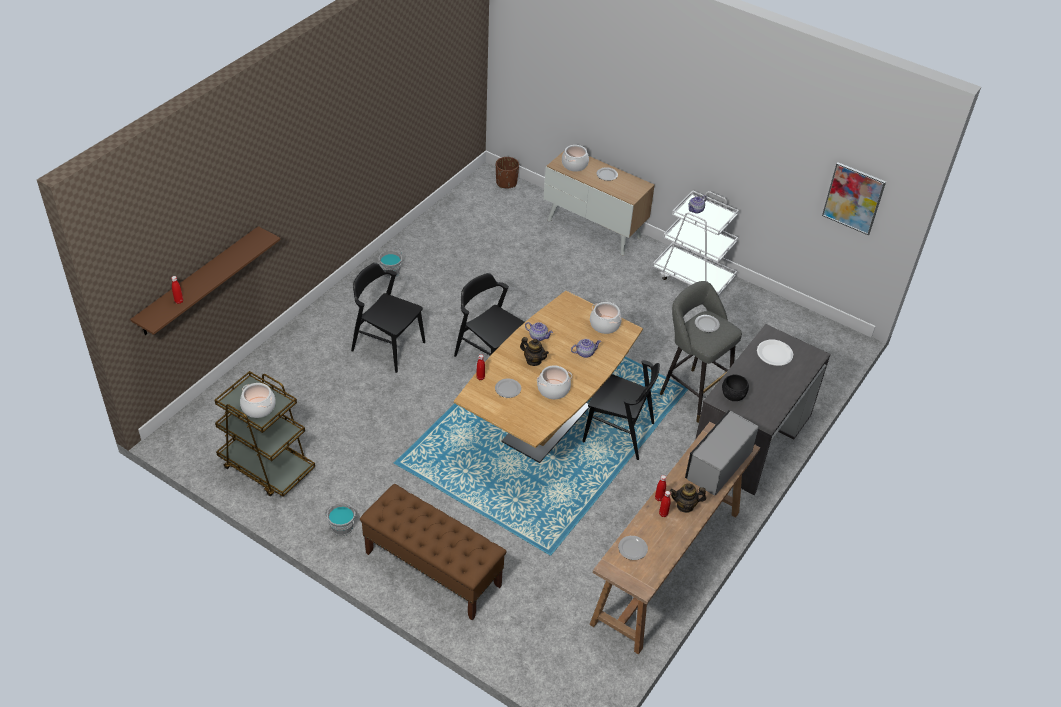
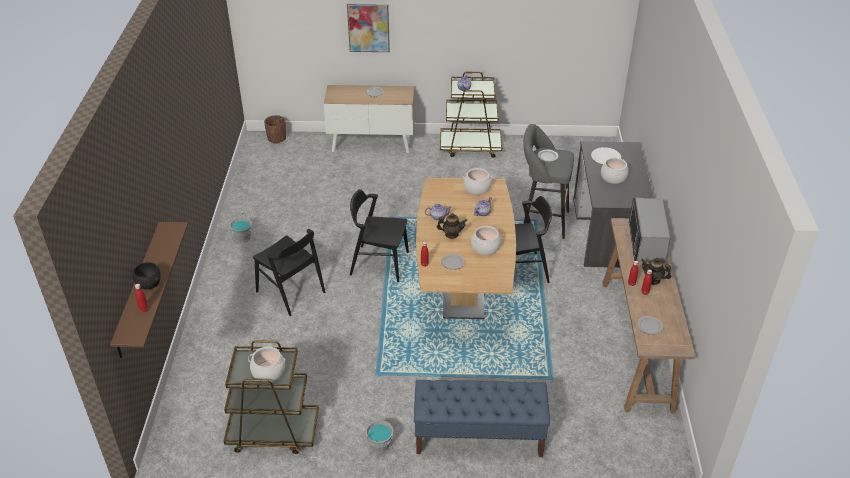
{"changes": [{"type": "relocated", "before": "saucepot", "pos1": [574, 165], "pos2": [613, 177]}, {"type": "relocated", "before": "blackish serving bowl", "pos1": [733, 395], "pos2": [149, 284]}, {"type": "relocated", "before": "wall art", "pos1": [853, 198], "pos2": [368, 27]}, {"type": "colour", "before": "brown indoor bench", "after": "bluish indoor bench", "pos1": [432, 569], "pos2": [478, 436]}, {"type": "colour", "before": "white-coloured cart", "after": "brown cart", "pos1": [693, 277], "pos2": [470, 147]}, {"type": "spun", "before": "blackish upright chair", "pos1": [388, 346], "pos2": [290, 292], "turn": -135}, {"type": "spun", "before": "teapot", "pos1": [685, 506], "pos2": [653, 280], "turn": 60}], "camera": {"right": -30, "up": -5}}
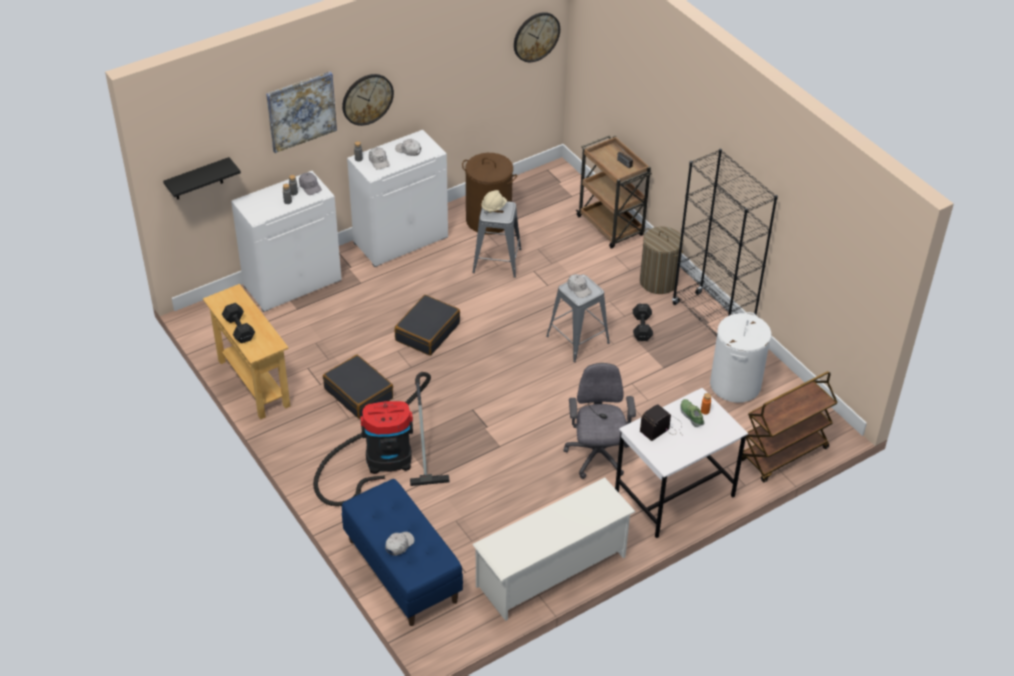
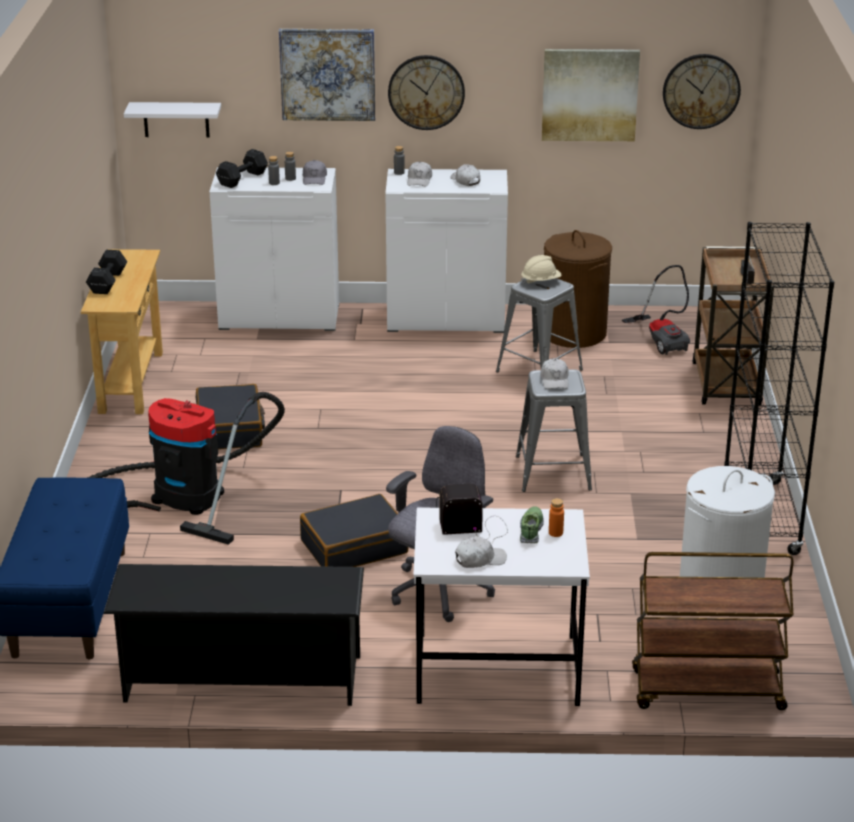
{"changes": [{"type": "missing", "before": "washing basket", "pos1": [658, 281]}, {"type": "appeared", "after": "wall art", "pos2": [589, 94]}, {"type": "appeared", "after": "vacuum cleaner", "pos2": [662, 339]}, {"type": "relocated", "before": "white-coloured baseball cap", "pos1": [399, 545], "pos2": [480, 559]}, {"type": "relocated", "before": "blackish piece of luggage", "pos1": [427, 332], "pos2": [354, 546]}, {"type": "relocated", "before": "blackish dumbbell", "pos1": [642, 327], "pos2": [243, 178]}, {"type": "colour", "before": "blackish wall shelf", "after": "white-coloured wall shelf", "pos1": [198, 179], "pos2": [176, 119]}, {"type": "colour", "before": "white-coloured shoe stand", "after": "blackish shoe stand", "pos1": [552, 571], "pos2": [241, 679]}], "camera": {"right": 35, "up": -15}}
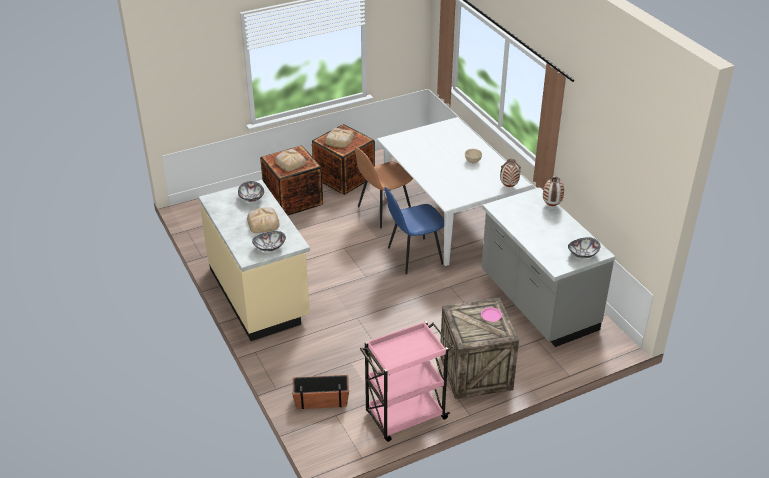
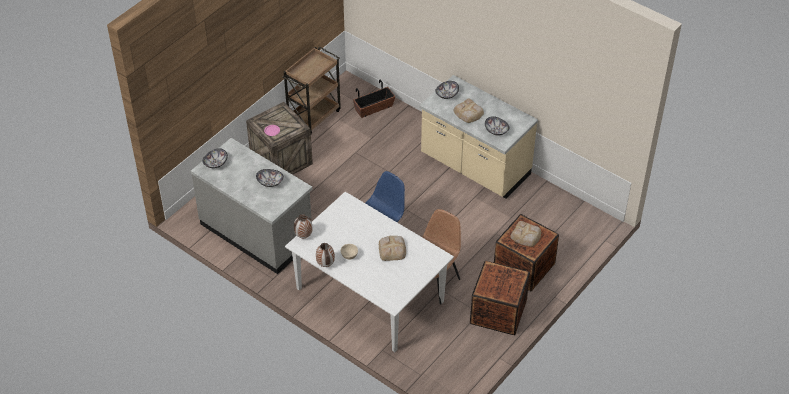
{"changes": [{"type": "appeared", "after": "serving bowl", "pos2": [270, 182]}, {"type": "relocated", "before": "bread", "pos1": [339, 140], "pos2": [392, 249]}, {"type": "relocated", "before": "vase", "pos1": [552, 205], "pos2": [325, 264]}, {"type": "colour", "before": "pink cart", "after": "brown cart", "pos1": [405, 416], "pos2": [314, 116]}], "camera": {"right": 155, "up": 10}}
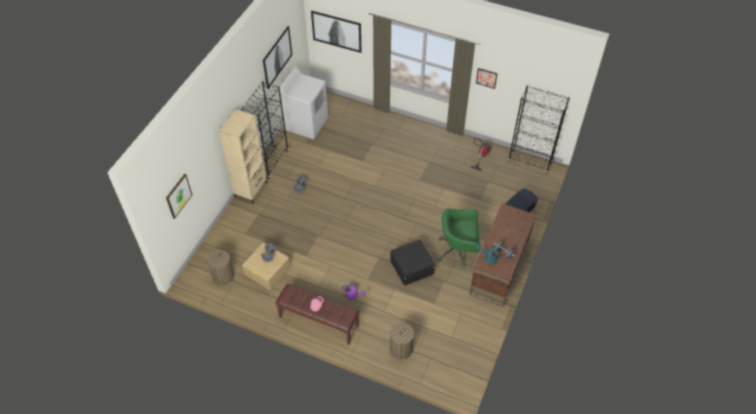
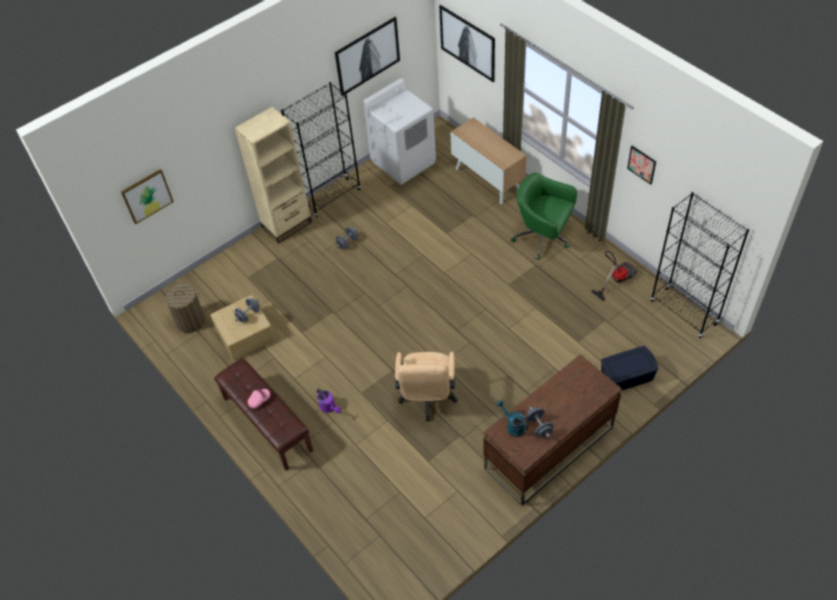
{"changes": [{"type": "missing", "before": "washing basket", "pos1": [401, 349]}, {"type": "appeared", "after": "storage cabinet", "pos2": [488, 179]}, {"type": "relocated", "before": "green-coloured computer chair", "pos1": [458, 250], "pos2": [542, 238]}, {"type": "exchanged", "before": "blackish storage bin", "after": "beige computer chair", "pos1": [411, 267], "pos2": [427, 399]}], "camera": {"right": 30, "up": 0}}
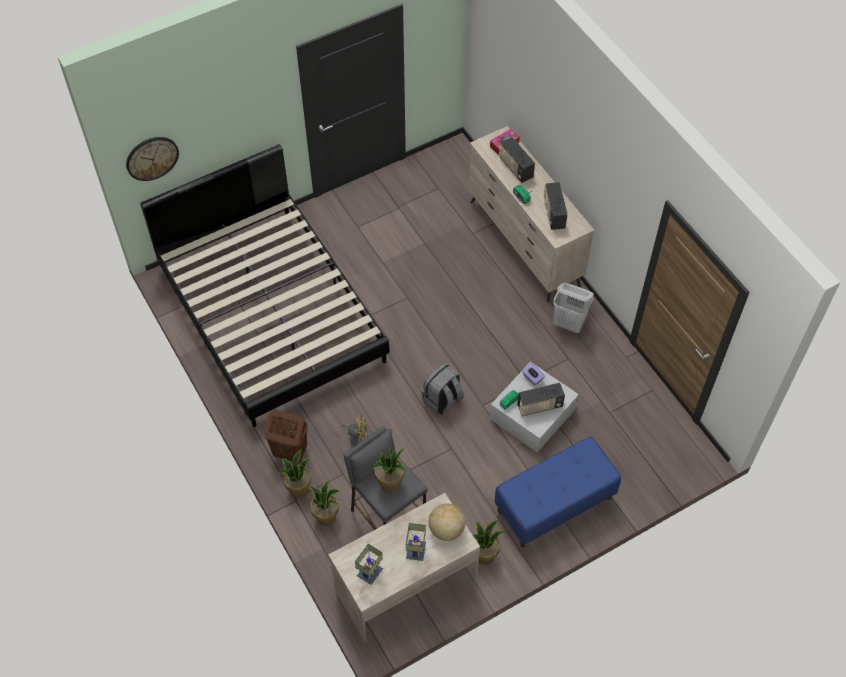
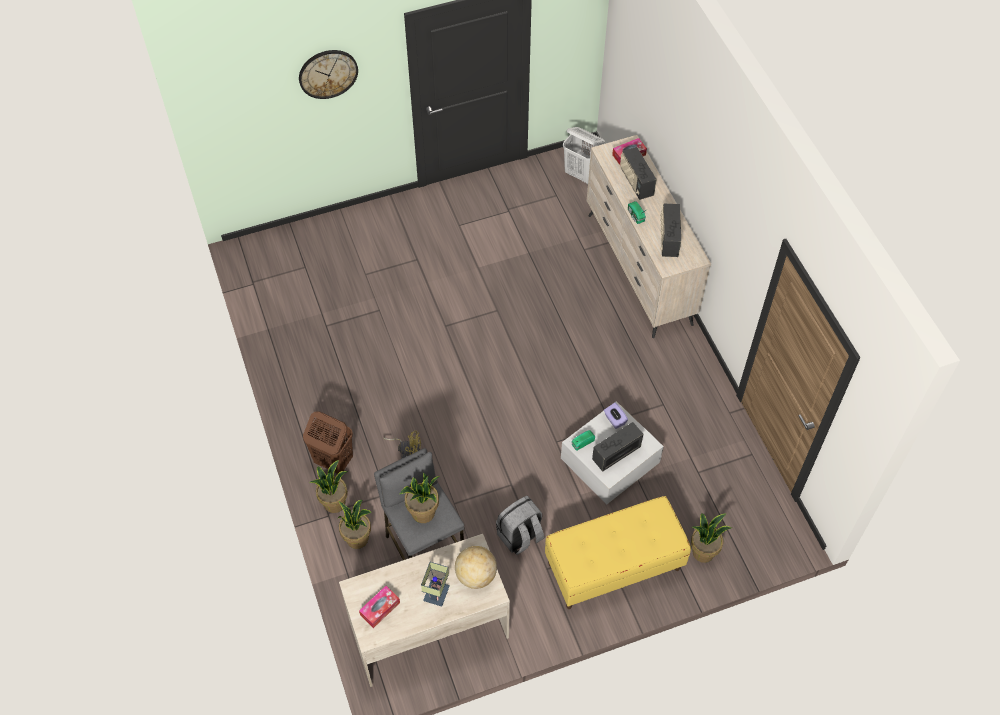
{"changes": [{"type": "missing", "before": "blackish bed", "pos1": [272, 313]}, {"type": "relocated", "before": "wall clock", "pos1": [152, 158], "pos2": [328, 73]}, {"type": "relocated", "before": "grey knapsack", "pos1": [442, 401], "pos2": [520, 537]}, {"type": "relocated", "before": "houseplant", "pos1": [484, 555], "pos2": [703, 552]}, {"type": "relocated", "before": "white-coloured washing basket", "pos1": [569, 324], "pos2": [581, 174]}, {"type": "exchanged", "before": "table lamp", "after": "box of tissues", "pos1": [369, 571], "pos2": [380, 609]}, {"type": "colour", "before": "bluish indoor bench", "after": "yellow-coloured indoor bench", "pos1": [554, 505], "pos2": [614, 567]}, {"type": "spun", "before": "radio receiver", "pos1": [539, 406], "pos2": [616, 453], "turn": 150}], "camera": {"right": 10, "up": 0}}
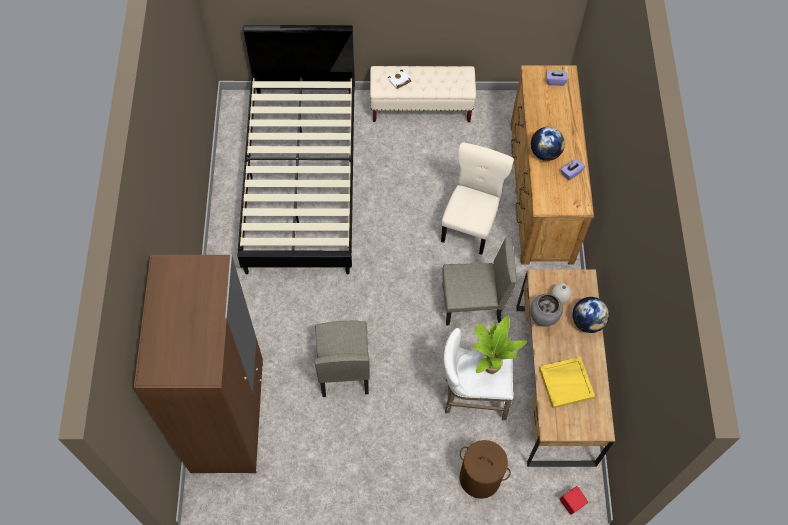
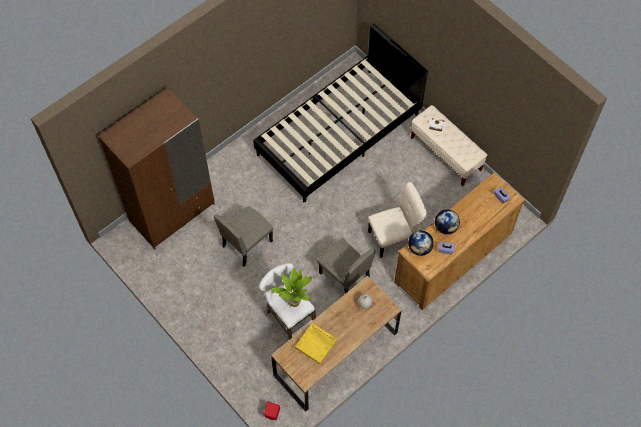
{"changes": [{"type": "missing", "before": "brown washing basket", "pos1": [479, 478]}, {"type": "missing", "before": "grey vase", "pos1": [542, 318]}, {"type": "relocated", "before": "world globe", "pos1": [587, 322], "pos2": [419, 248]}], "camera": {"right": 50, "up": 0}}
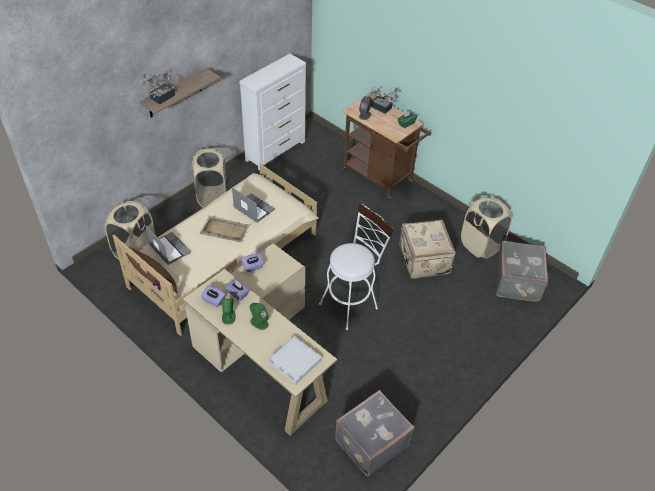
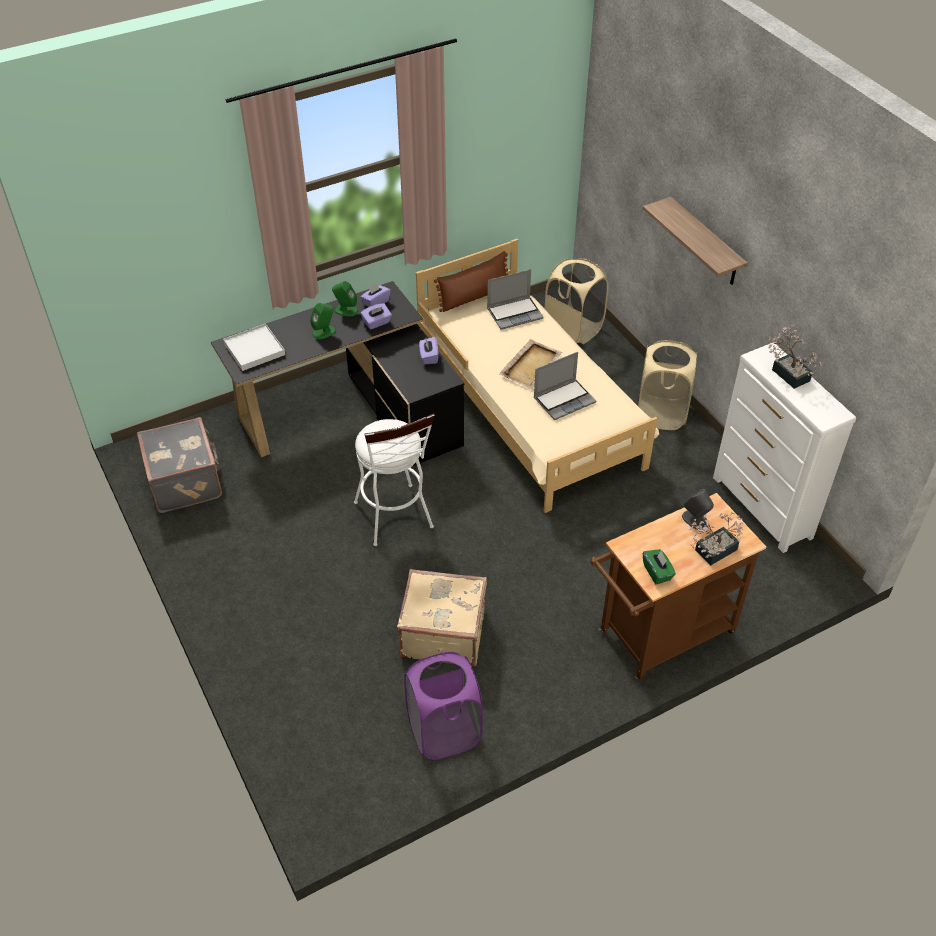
{"changes": [{"type": "missing", "before": "grey piece of luggage", "pos1": [518, 282]}, {"type": "relocated", "before": "houseplant", "pos1": [160, 98], "pos2": [788, 372]}, {"type": "colour", "before": "beige desk unit", "after": "blackish desk unit", "pos1": [262, 356], "pos2": [354, 414]}, {"type": "colour", "before": "beige washing basket", "after": "purple-coloured washing basket", "pos1": [481, 245], "pos2": [444, 732]}], "camera": {"right": 110, "up": 0}}
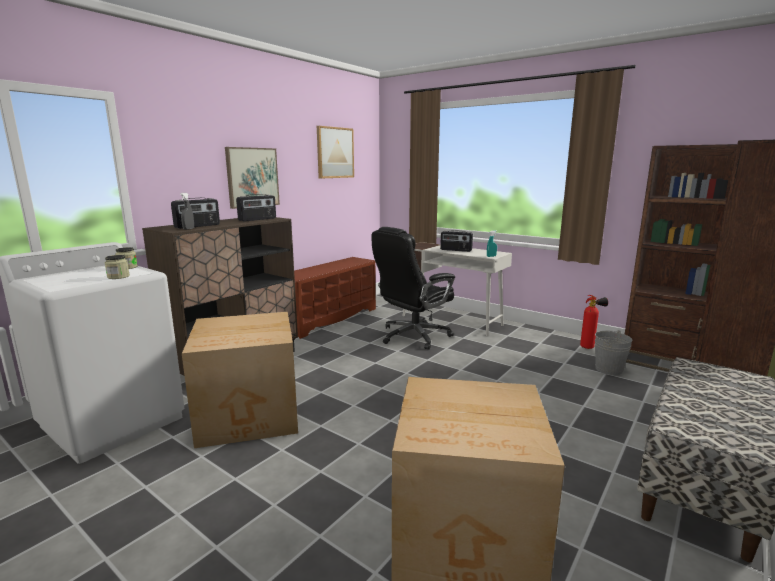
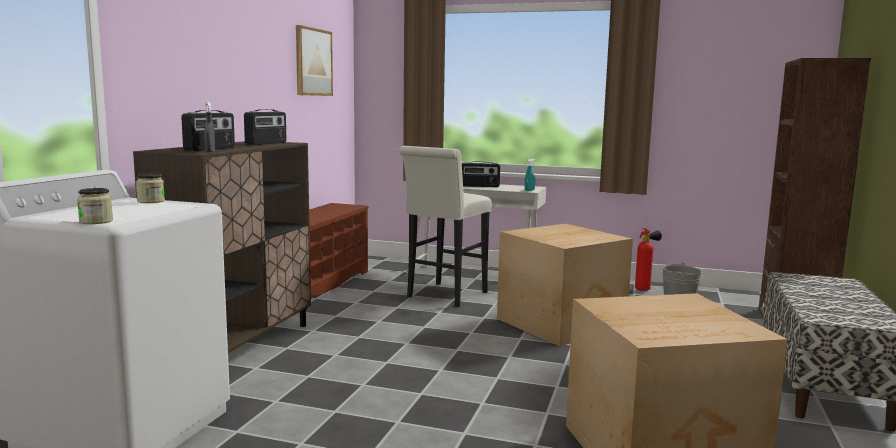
{"changes": [{"type": "missing", "before": "wall art", "pos1": [252, 177]}, {"type": "missing", "before": "brown bookshelf", "pos1": [659, 361]}, {"type": "relocated", "before": "jar", "pos1": [118, 277], "pos2": [96, 221]}, {"type": "relocated", "before": "packing box", "pos1": [250, 415], "pos2": [562, 323]}, {"type": "exchanged", "before": "blackish computer chair", "after": "white-coloured stool seat", "pos1": [413, 336], "pos2": [444, 296]}], "camera": {"right": -20, "up": -5}}
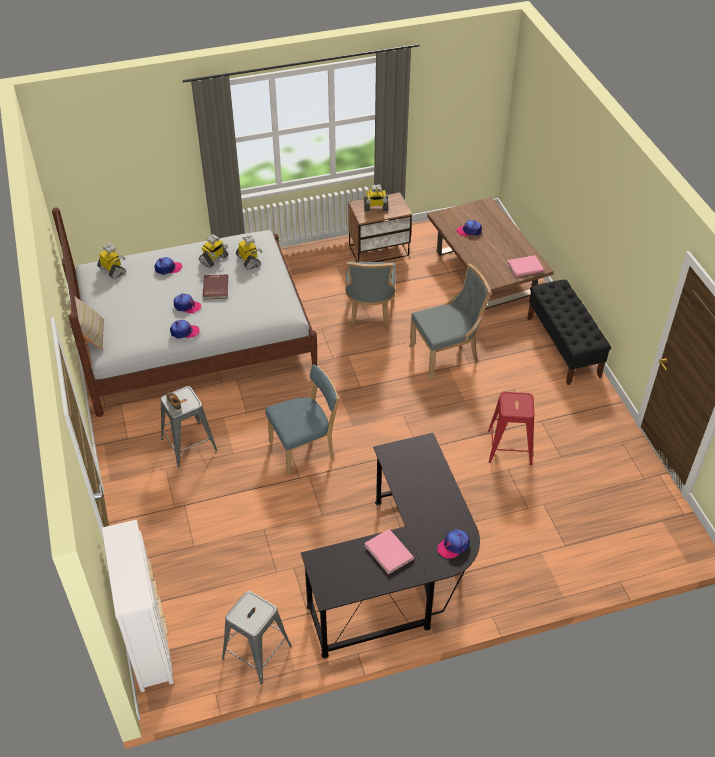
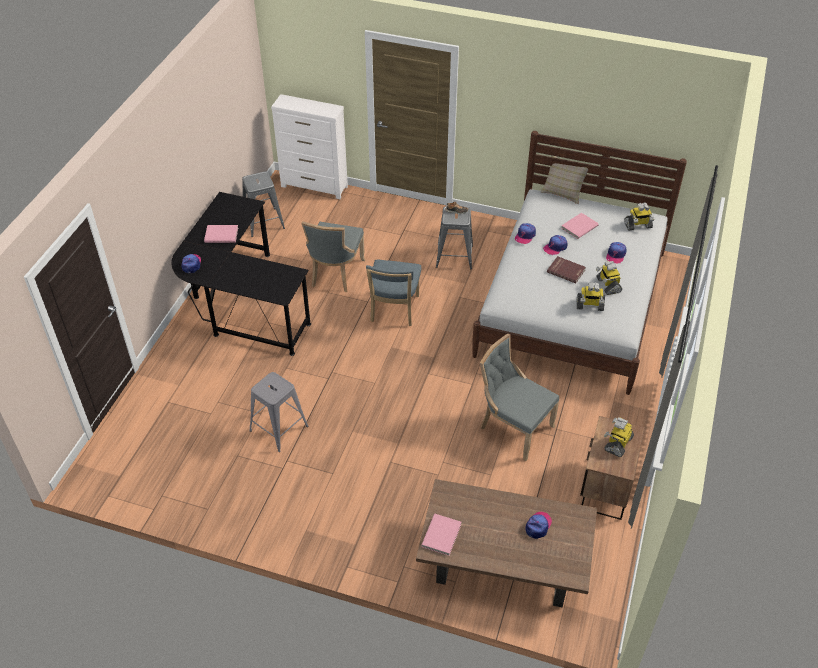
{"changes": [{"type": "missing", "before": "blackish indoor bench", "pos1": [563, 347]}, {"type": "appeared", "after": "pink volume", "pos2": [578, 226]}, {"type": "relocated", "before": "grey upright chair", "pos1": [446, 354], "pos2": [335, 274]}, {"type": "colour", "before": "red stool seat", "after": "grey stool seat", "pos1": [509, 447], "pos2": [279, 428]}], "camera": {"right": 125, "up": 0}}
